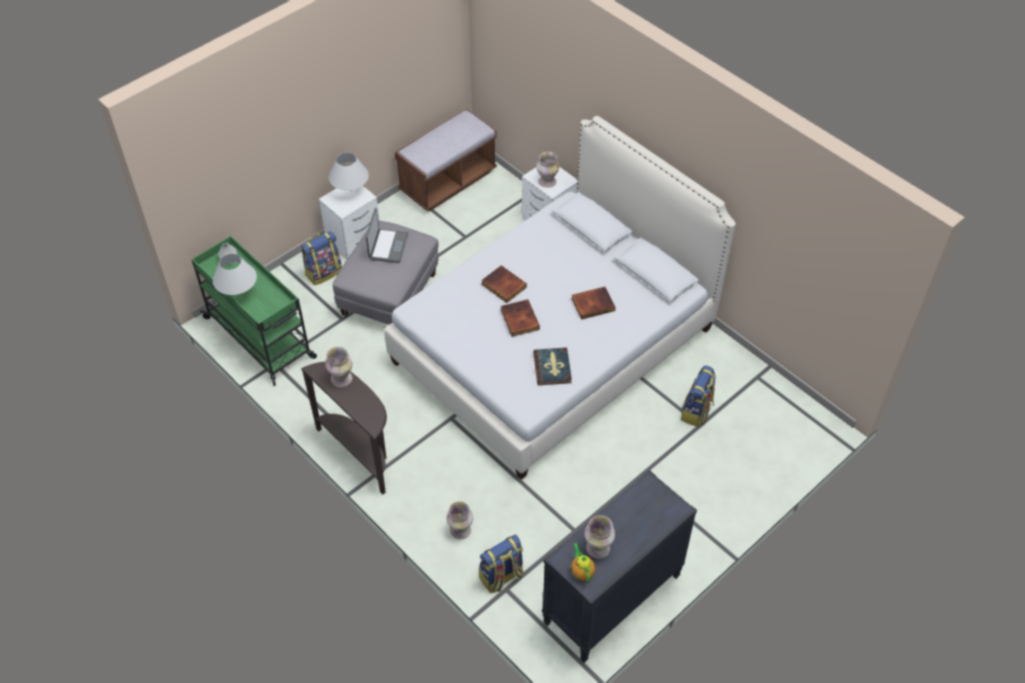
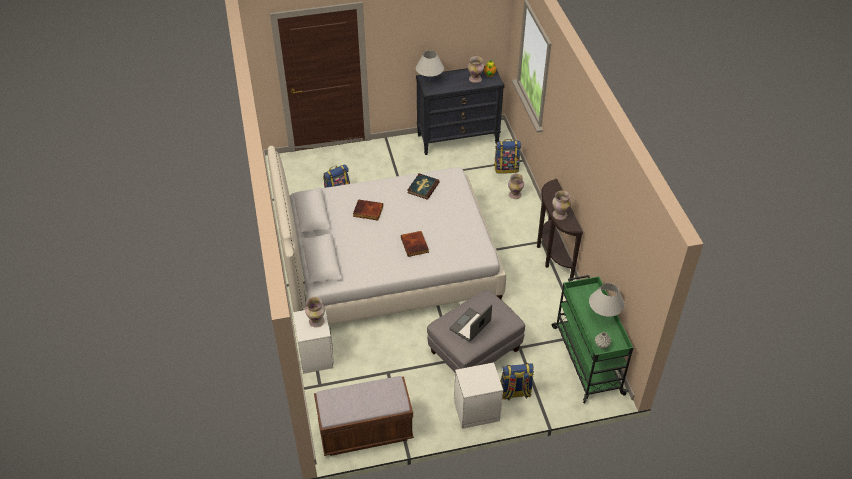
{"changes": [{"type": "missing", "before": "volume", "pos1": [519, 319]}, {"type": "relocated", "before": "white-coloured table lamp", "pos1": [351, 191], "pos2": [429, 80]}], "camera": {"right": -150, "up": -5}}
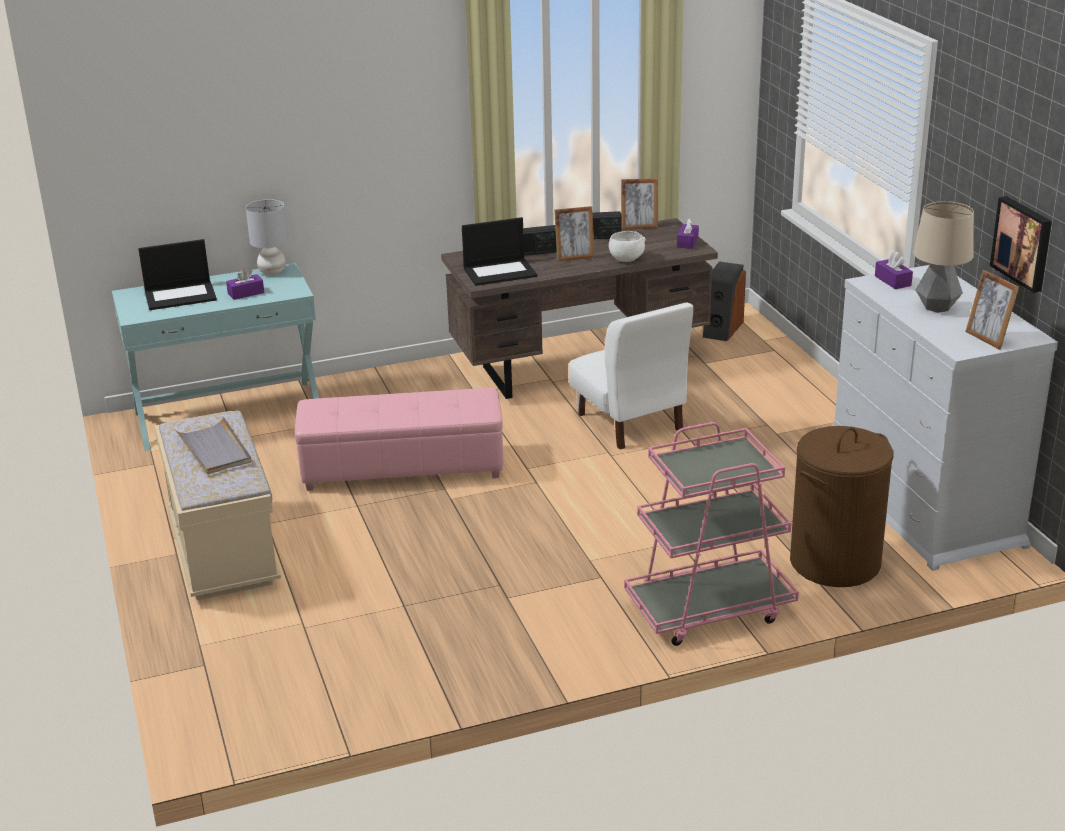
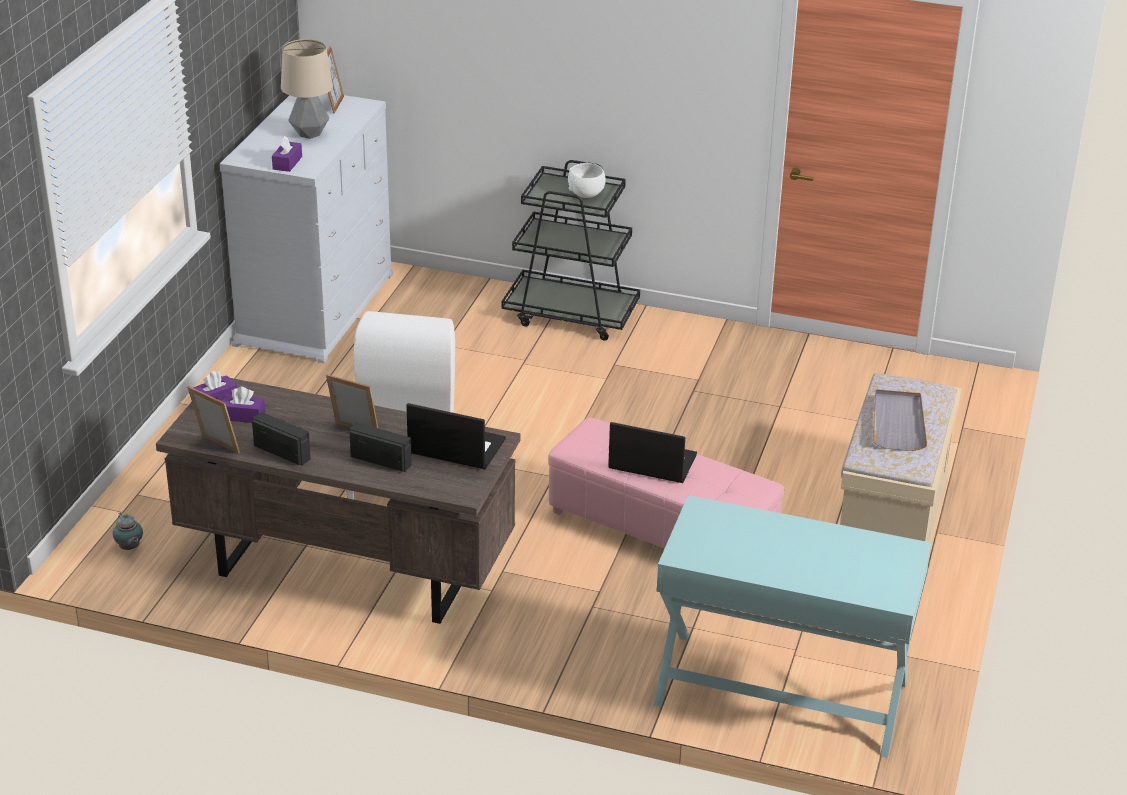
{"changes": [{"type": "missing", "before": "grey table lamp", "pos1": [272, 271]}, {"type": "missing", "before": "brown washing basket", "pos1": [835, 562]}, {"type": "missing", "before": "wall art", "pos1": [1023, 243]}, {"type": "relocated", "before": "laptop", "pos1": [181, 295], "pos2": [651, 462]}, {"type": "relocated", "before": "purple-coloured box of tissues", "pos1": [246, 293], "pos2": [243, 416]}, {"type": "relocated", "before": "white-coloured serving bowl", "pos1": [625, 259], "pos2": [586, 194]}, {"type": "exchanged", "before": "speaker", "after": "teapot", "pos1": [722, 329], "pos2": [130, 548]}, {"type": "colour", "before": "pink cart", "after": "blackish cart", "pos1": [709, 609], "pos2": [571, 315]}], "camera": {"right": -145, "up": 5}}
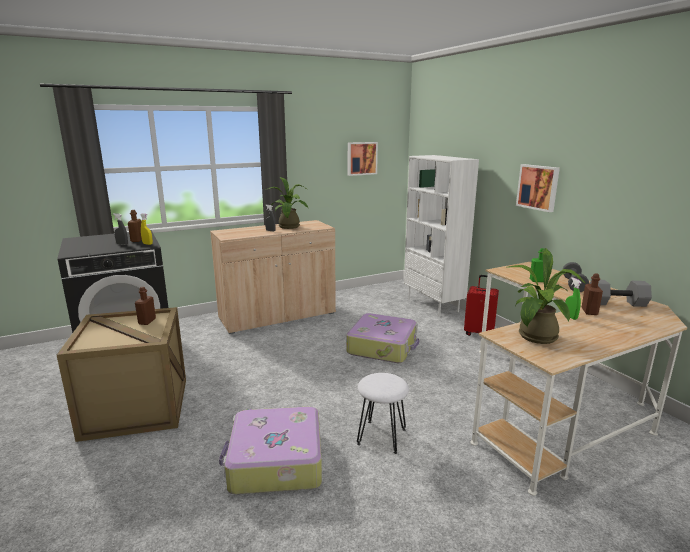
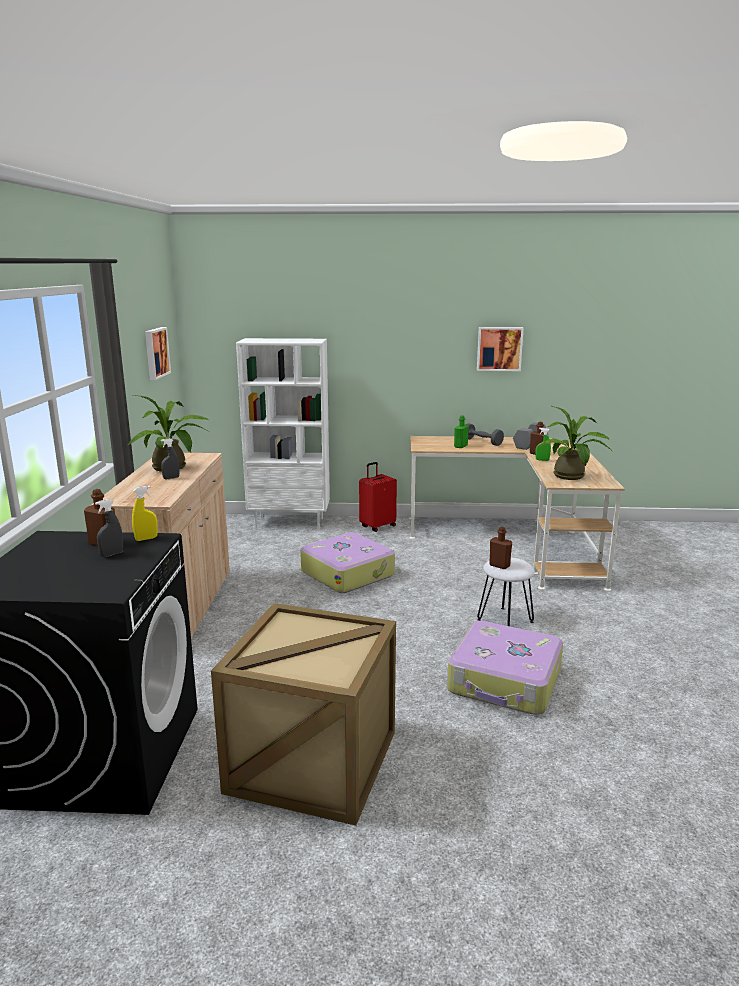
{"changes": [{"type": "relocated", "before": "brown drink bottle", "pos1": [147, 321], "pos2": [499, 565]}, {"type": "relocated", "before": "wall art", "pos1": [538, 187], "pos2": [499, 348]}], "camera": {"right": -60, "up": 0}}
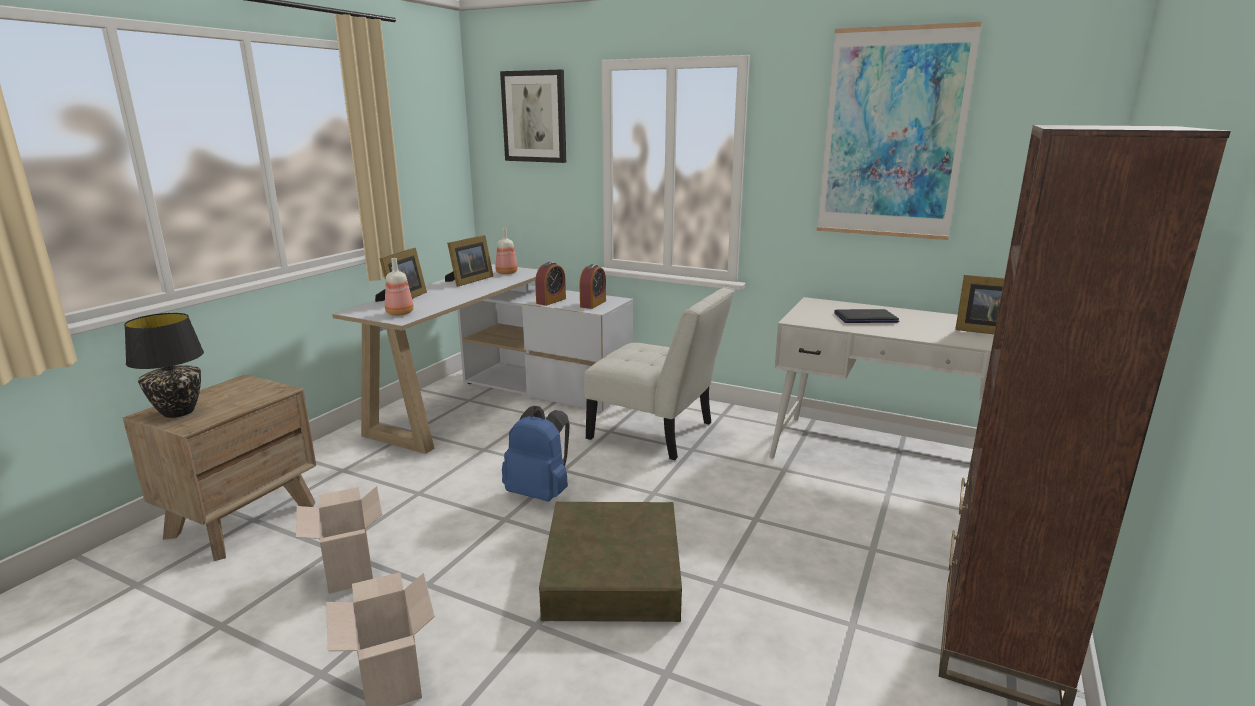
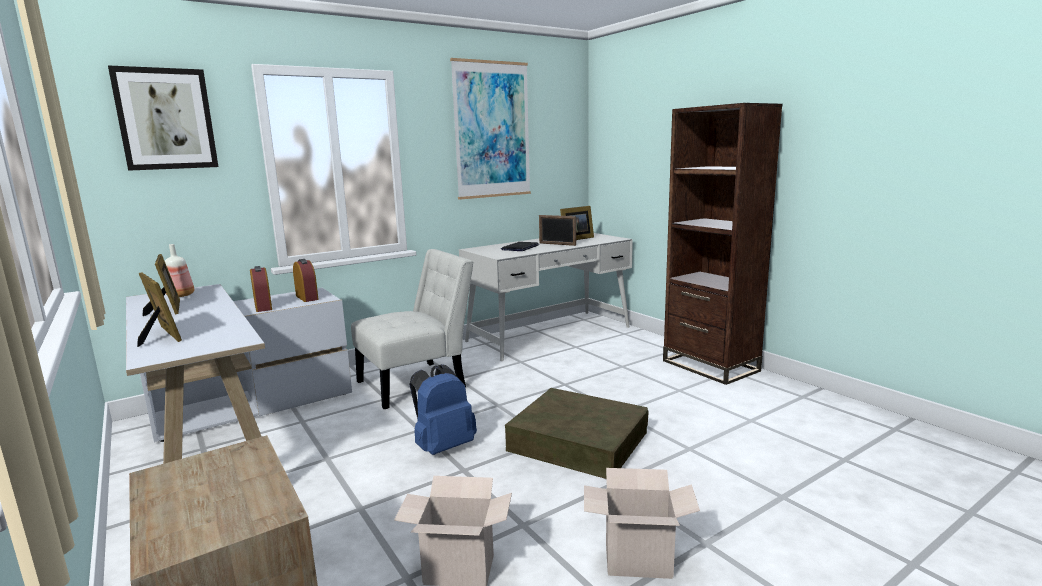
{"changes": [{"type": "missing", "before": "blackish table lamp", "pos1": [179, 412]}, {"type": "missing", "before": "drink bottle", "pos1": [400, 313]}, {"type": "appeared", "after": "standing frame", "pos2": [557, 244]}], "camera": {"right": -60, "up": -5}}
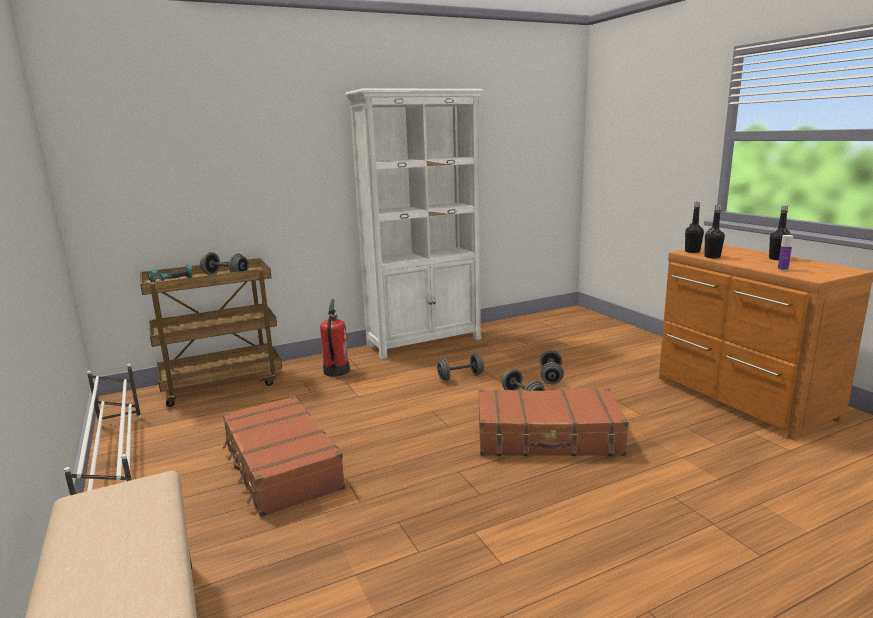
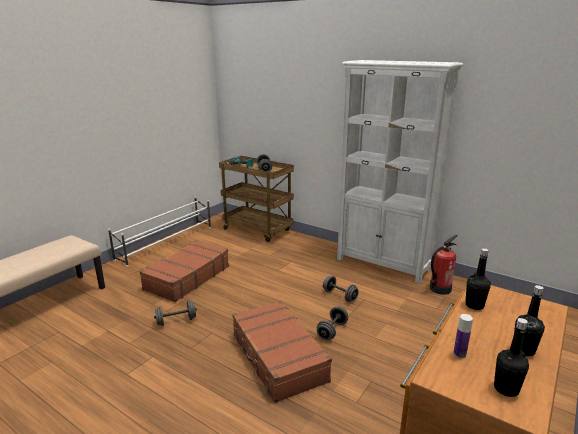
{"changes": [{"type": "relocated", "before": "fire-fighting cylinder", "pos1": [336, 371], "pos2": [439, 289]}, {"type": "relocated", "before": "grey dumbbell", "pos1": [551, 377], "pos2": [176, 321]}, {"type": "relocated", "before": "blackish drink bottle", "pos1": [692, 251], "pos2": [506, 389]}], "camera": {"right": 60, "up": 5}}
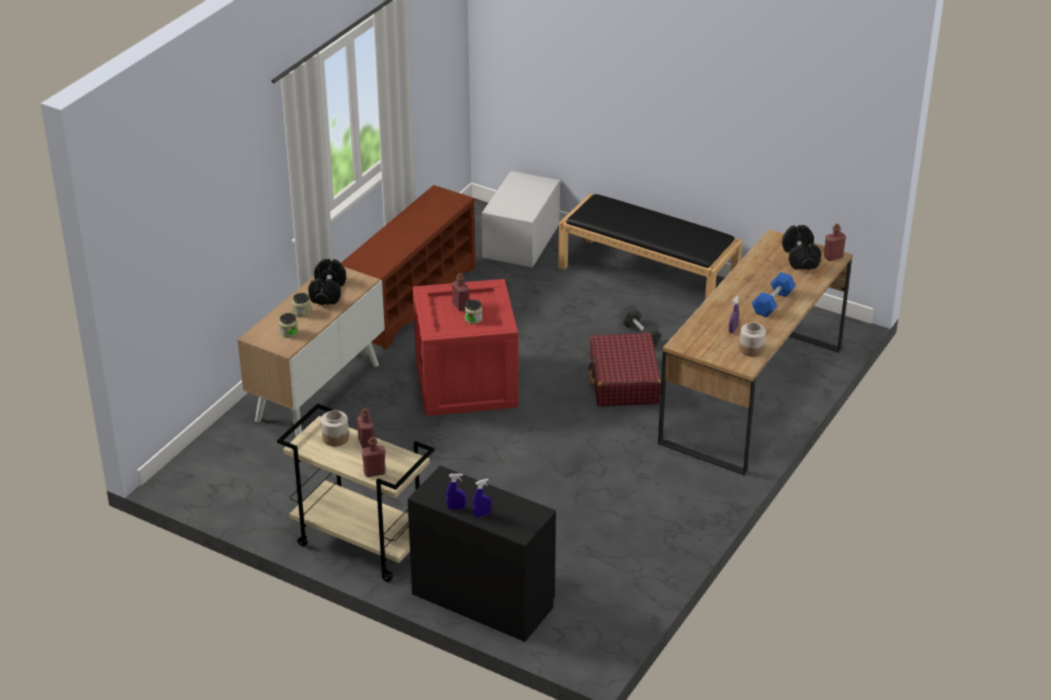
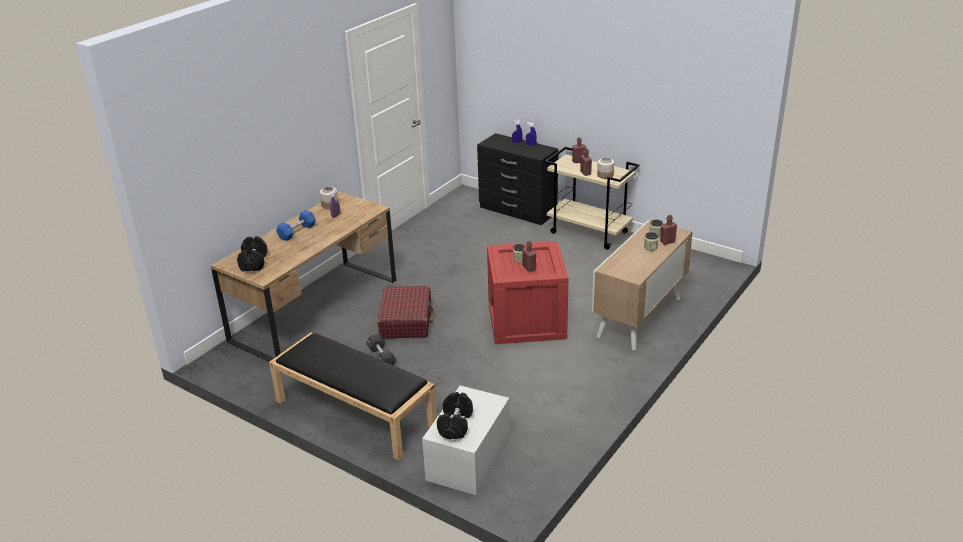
{"changes": [{"type": "missing", "before": "brown shoe stand", "pos1": [410, 299]}, {"type": "relocated", "before": "blackish dumbbell", "pos1": [328, 292], "pos2": [455, 424]}, {"type": "relocated", "before": "red drink bottle", "pos1": [833, 257], "pos2": [667, 242]}], "camera": {"right": -175, "up": -5}}
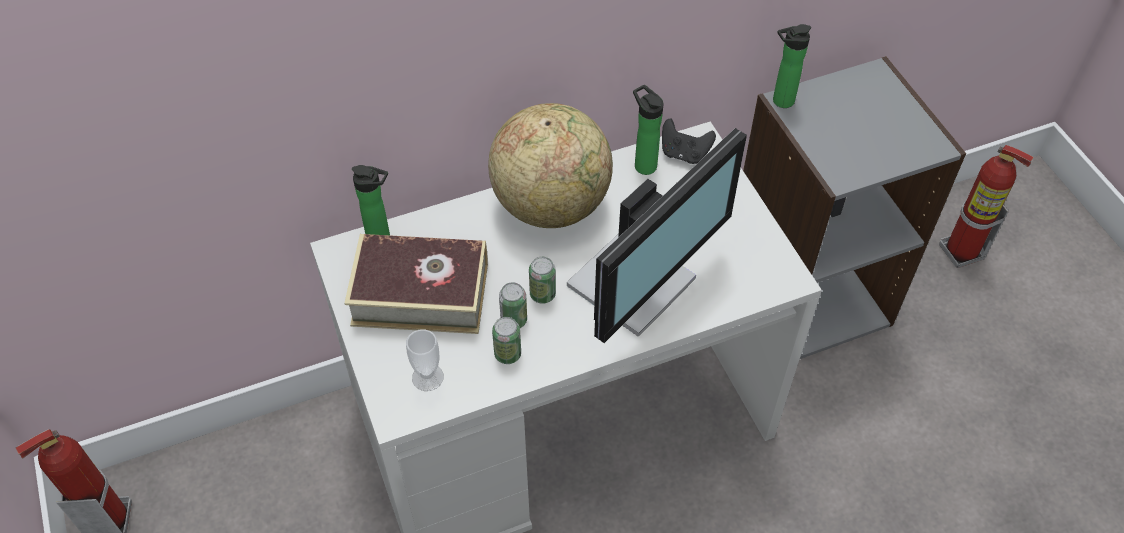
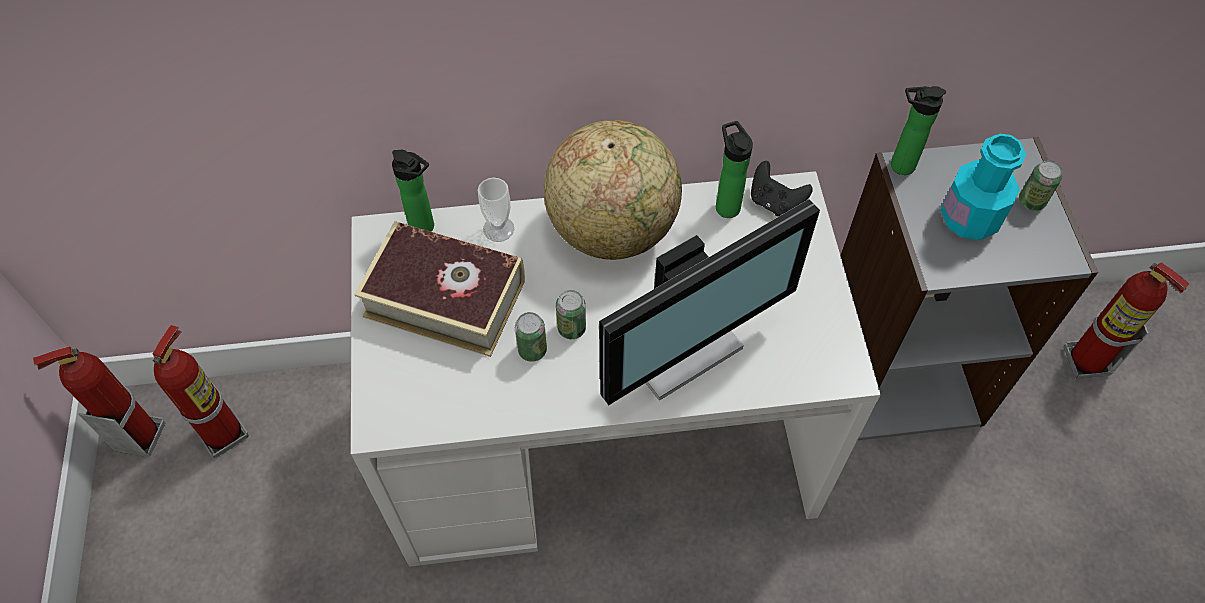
{"changes": [{"type": "appeared", "after": "fire-fighting cylinder", "pos2": [224, 433]}, {"type": "appeared", "after": "blue-green drink bottle", "pos2": [969, 218]}, {"type": "relocated", "before": "cup", "pos1": [427, 377], "pos2": [498, 229]}, {"type": "relocated", "before": "sealed can", "pos1": [507, 354], "pos2": [1031, 201]}], "camera": {"right": 15, "up": 5}}
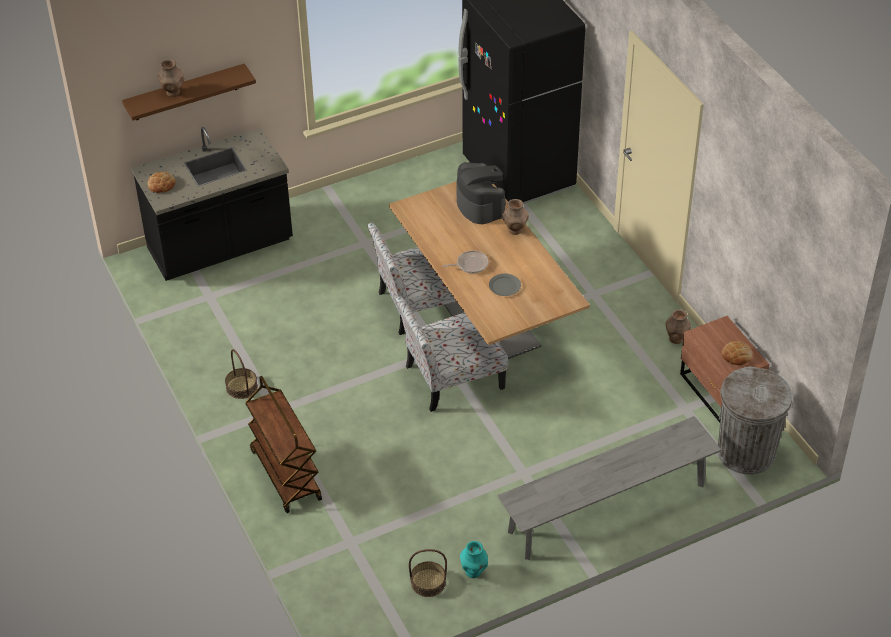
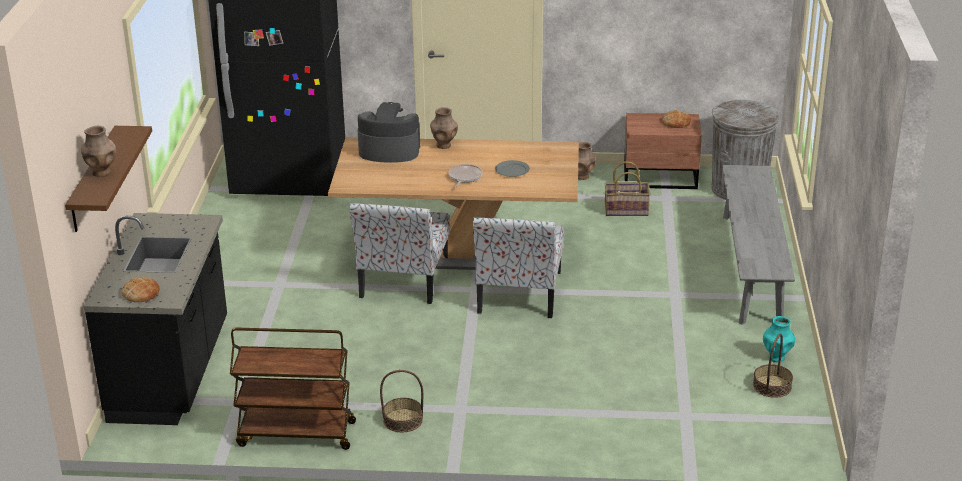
{"changes": [{"type": "appeared", "after": "household basket", "pos2": [626, 210]}, {"type": "relocated", "before": "brown cart", "pos1": [285, 474], "pos2": [295, 434]}], "camera": {"right": -60, "up": -15}}
